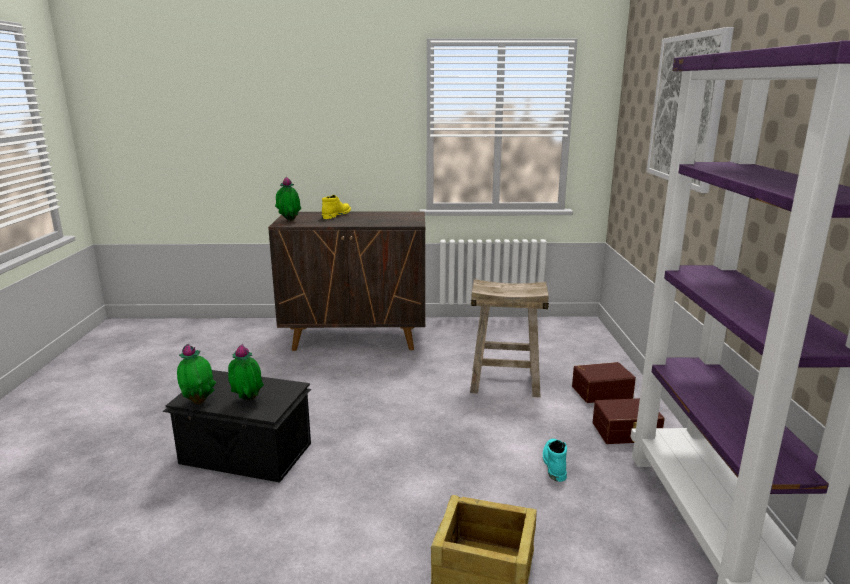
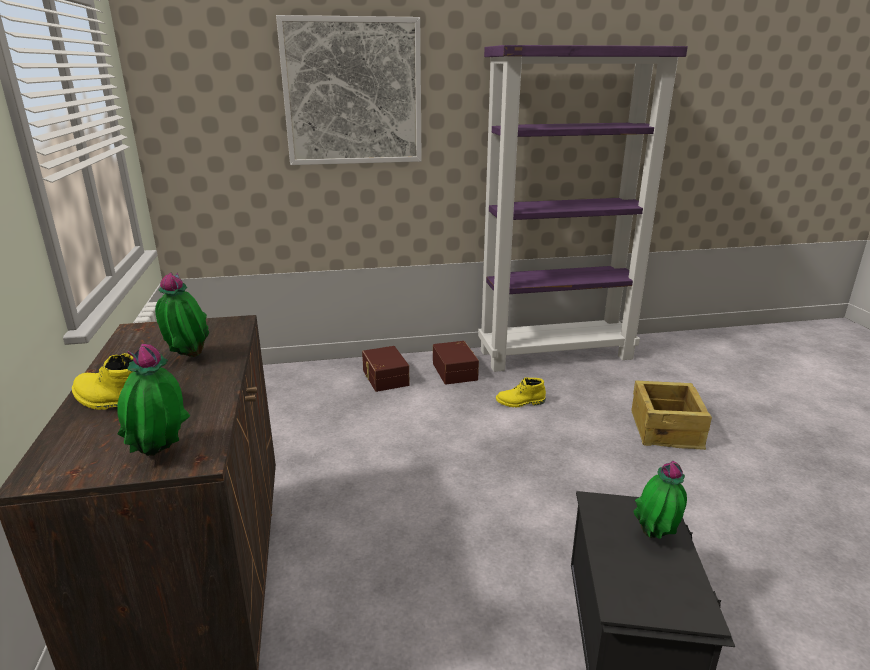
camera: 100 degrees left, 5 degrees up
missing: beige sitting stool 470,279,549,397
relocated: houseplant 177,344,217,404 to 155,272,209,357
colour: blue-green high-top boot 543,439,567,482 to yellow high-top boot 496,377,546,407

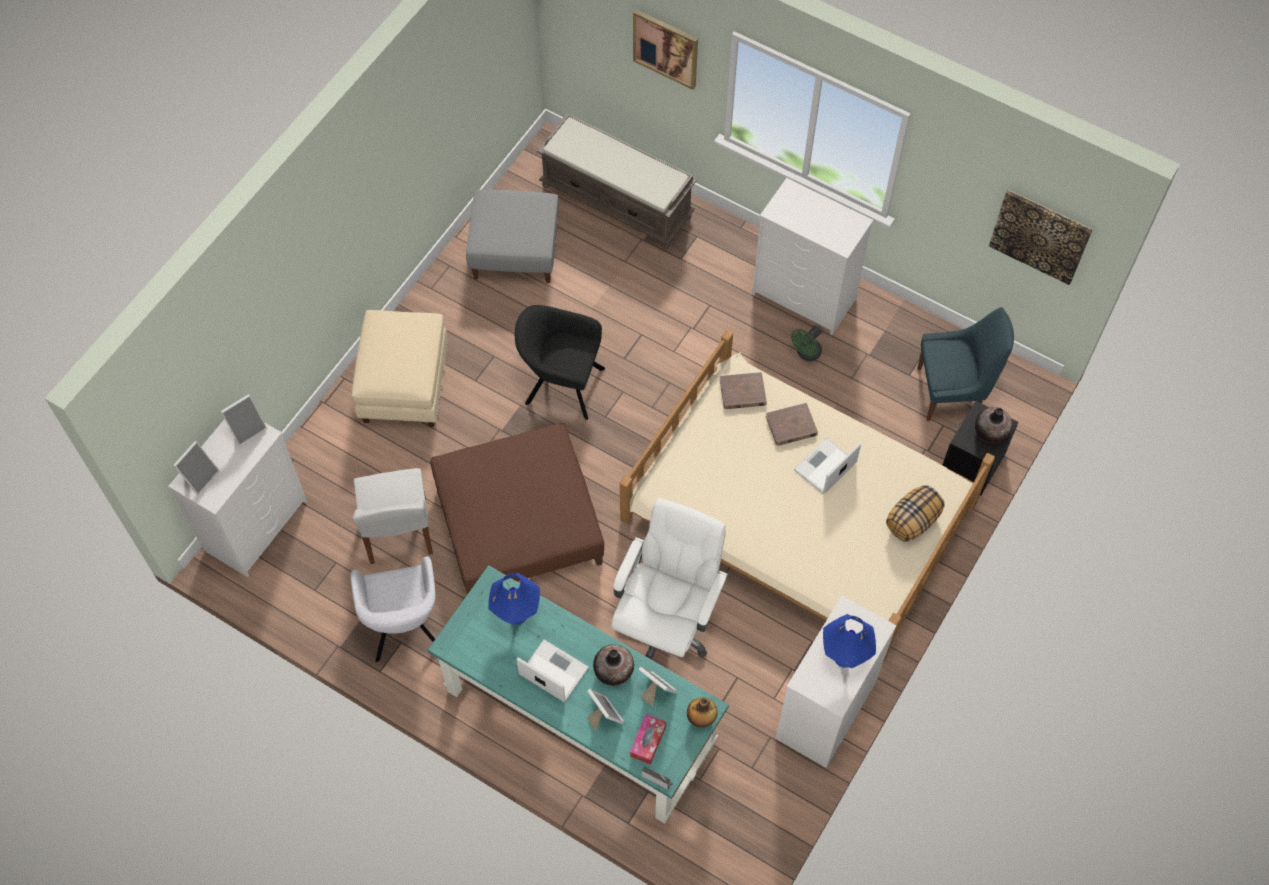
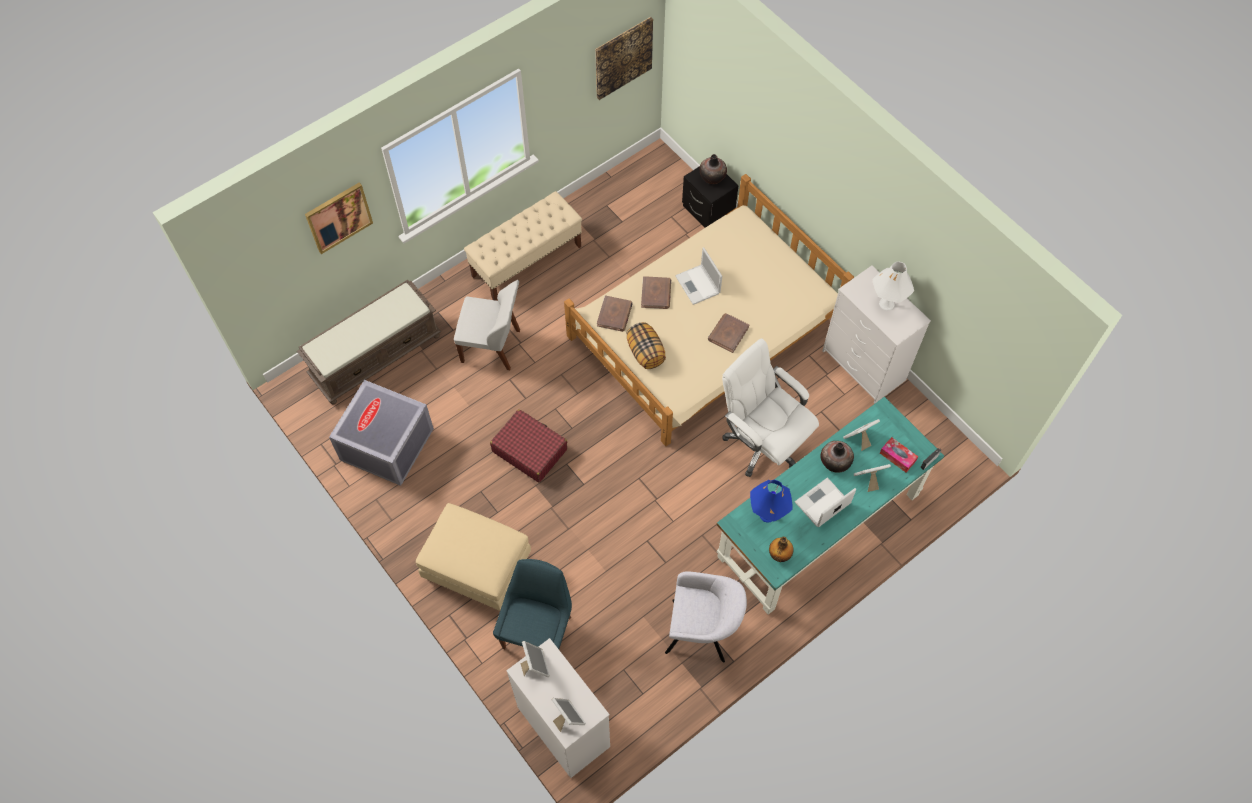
camera: 70 degrees left, 0 degrees up
missing: greenish electric fan 791,326,822,362; brown-coloured footrest 430,423,604,594
appeared: brown-coloured book 708,313,749,353
relocated: blue plain chair 917,307,1014,421 to 493,559,572,649; whitish plain chair 353,468,433,564 to 454,280,520,370; cushion 886,485,945,542 to 627,322,666,369; bottle 687,697,717,728 to 769,537,794,562
exchanged: whitish drawer chest 752,178,873,335 to beige indoor bench 464,191,582,301; gray footrest 466,190,559,283 to gray storage container 329,380,434,486; blackish armchair 515,305,605,420 to red suitcase 490,409,567,483
colour: blue tabletop lamp 823,614,876,668 to whitish tabletop lamp 872,261,914,310

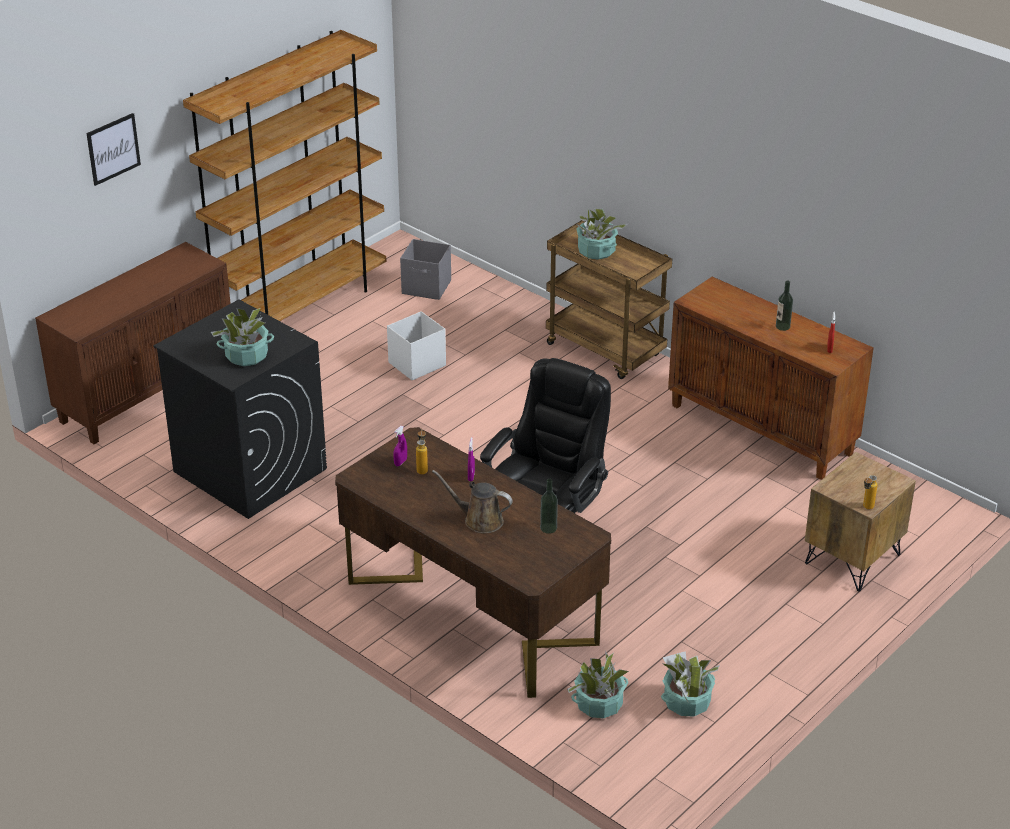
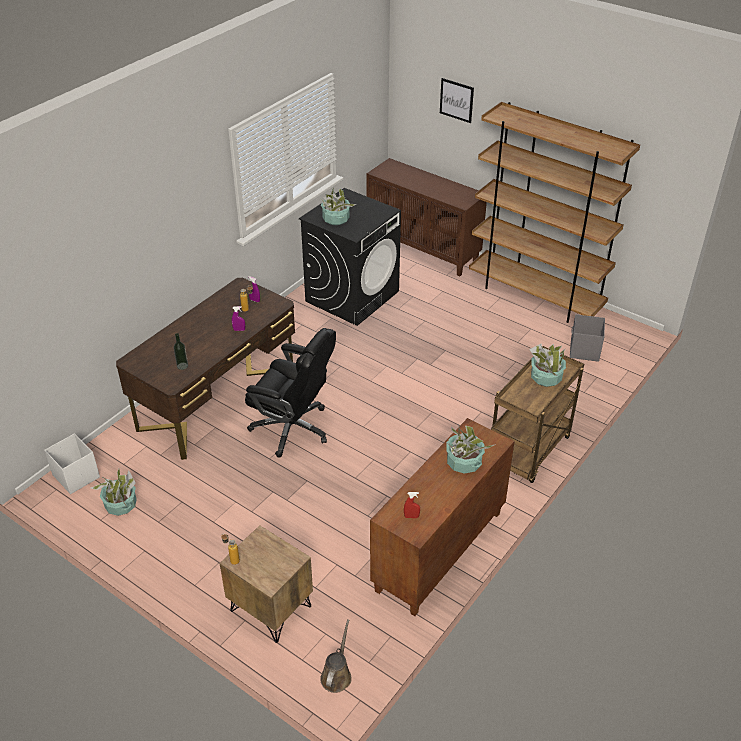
camera: 85 degrees right, 5 degrees up
missing: bottle 776,280,793,331
relocated: whitish storage container 387,311,446,380 to 44,433,100,494; brown-coloured watering pot 432,470,513,533 to 320,619,352,693; houseplant 567,650,629,718 to 445,426,496,474

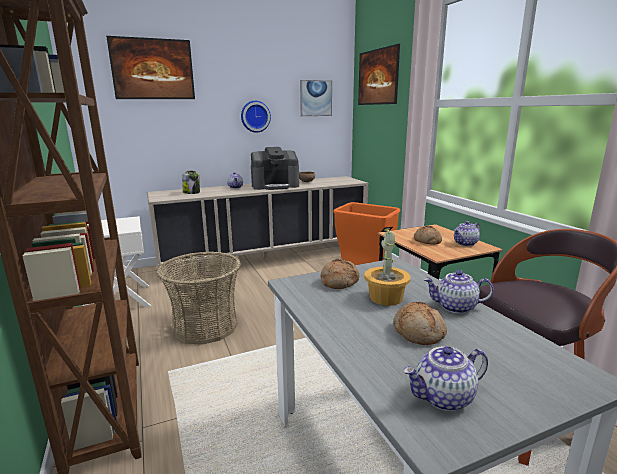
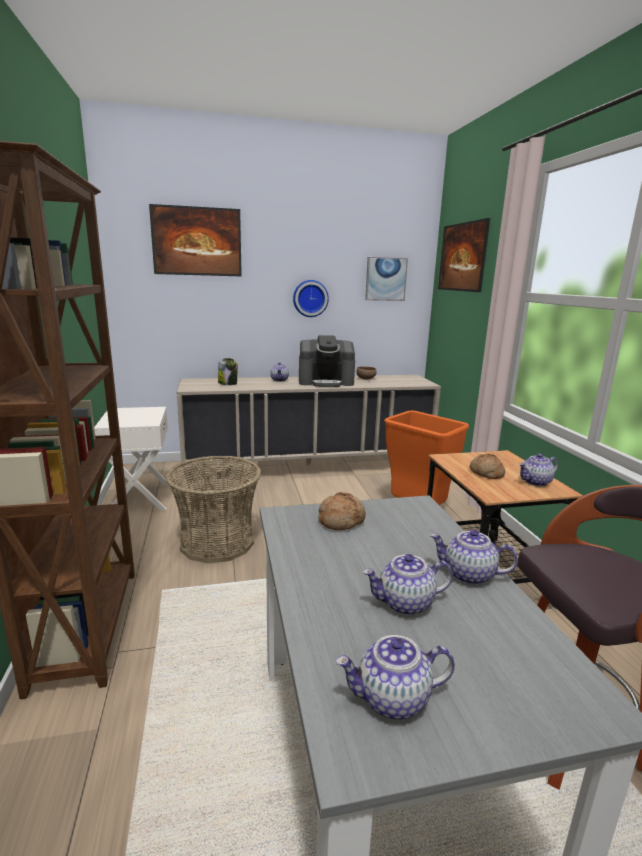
camera: 10 degrees right, 0 degrees up
missing: houseplant 364,227,411,306
exchanged: baked bread 393,302,447,345 to tea pot 363,554,453,616

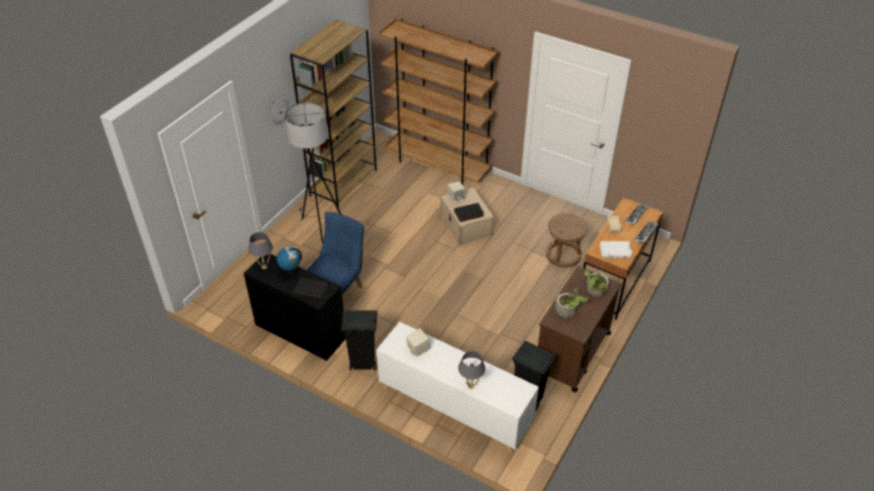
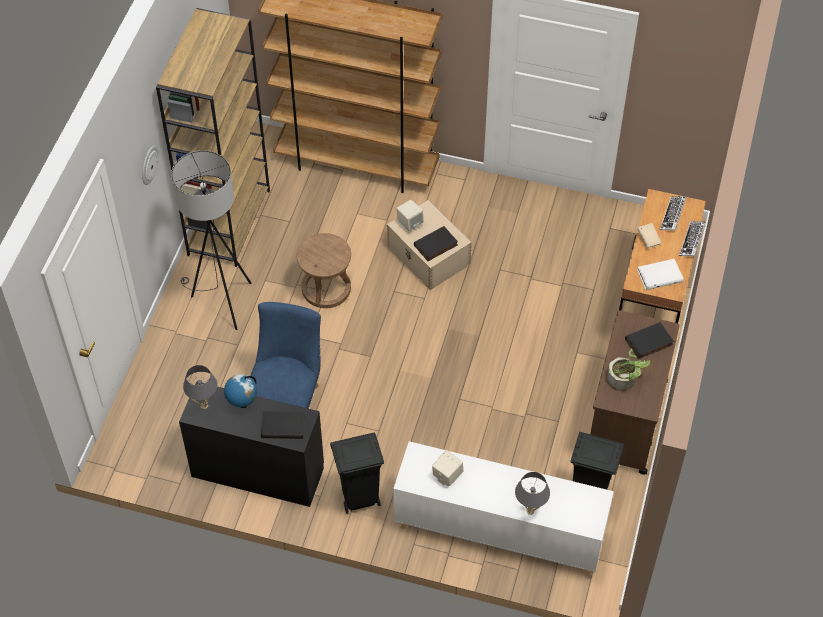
camera: 15 degrees left, 10 degrees up
relocated: brown-coloured sitting stool 546,213,588,268 to 297,233,351,308
exchanged: houseplant 584,268,609,297 to blackish book 625,322,674,359

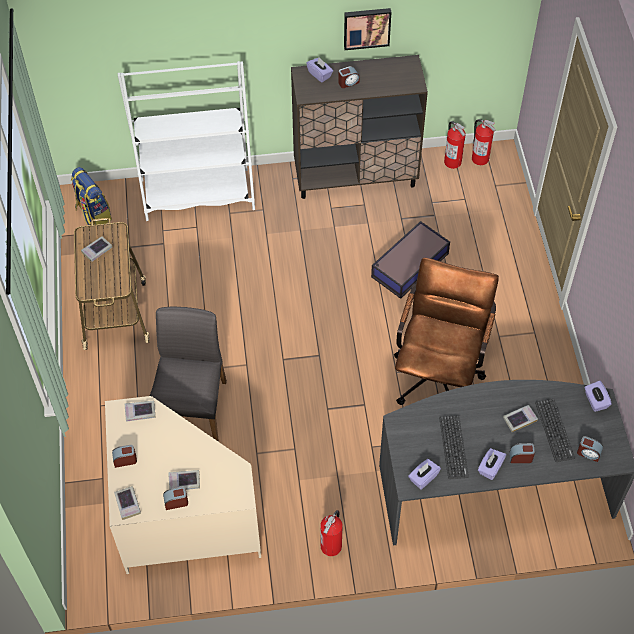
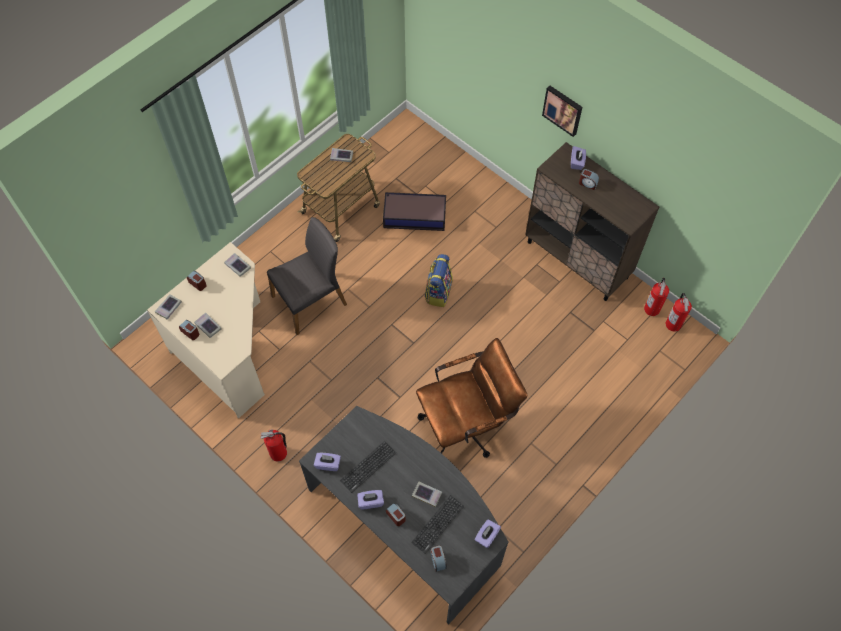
camera: 50 degrees right, 5 degrees up
missing: whitish shelving unit 118,61,255,221
relocated: wall picture 344,8,391,50 to 542,86,582,137; rucksack 71,167,112,225 to 425,254,453,307; storage container 371,221,450,299 to 383,192,446,231

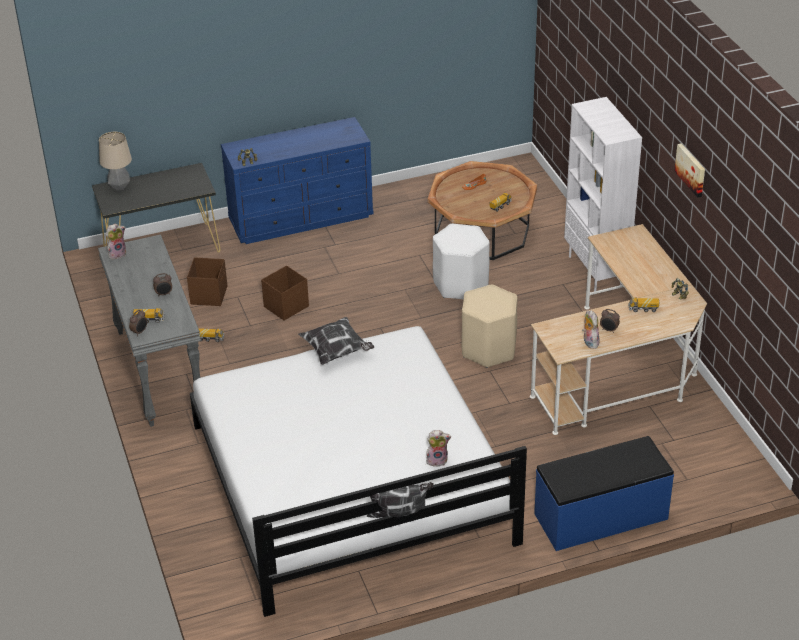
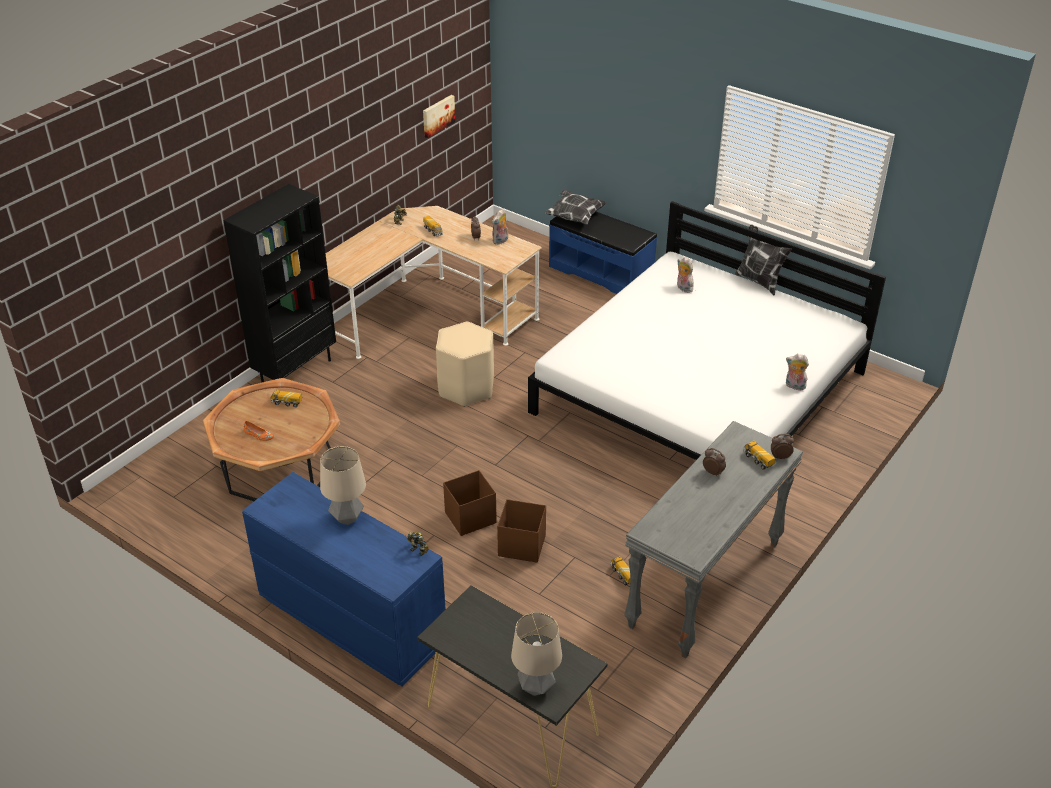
camera: 125 degrees left, 0 degrees up
missing: whitish sitting stool 433,224,490,299
appeared: tabletop lamp 320,446,366,525
relocated: wall picture 674,143,705,198 to 423,95,455,138; plush toy 106,224,126,259 to 786,354,809,390; brown-coloured storage container 187,257,227,306 to 443,470,497,536; cushion 298,317,374,365 to 544,190,607,224
colour: whitish shelving unit 564,97,642,291 to blackish shelving unit 224,184,336,382

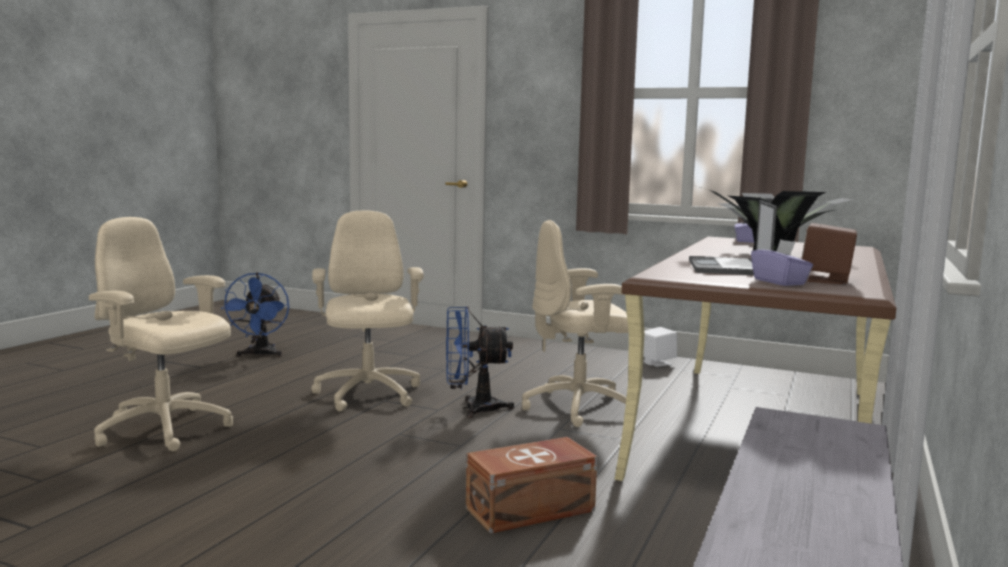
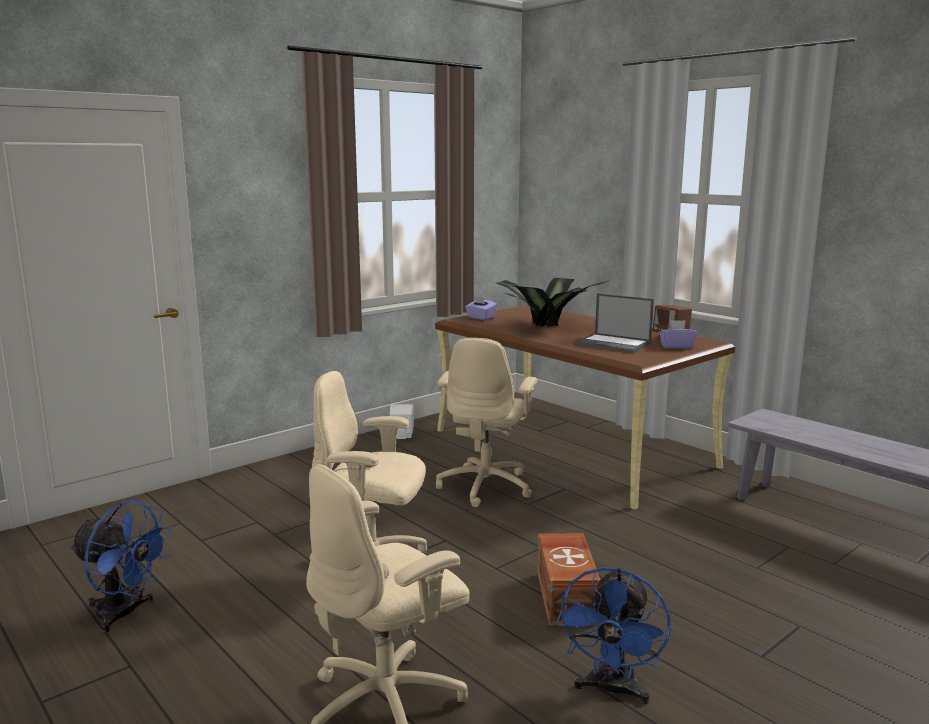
camera: 65 degrees left, 5 degrees up
relocated: blue electric fan 446,306,514,418 to 556,567,671,704; brown-coloured storage container 466,437,597,534 to 538,533,600,626

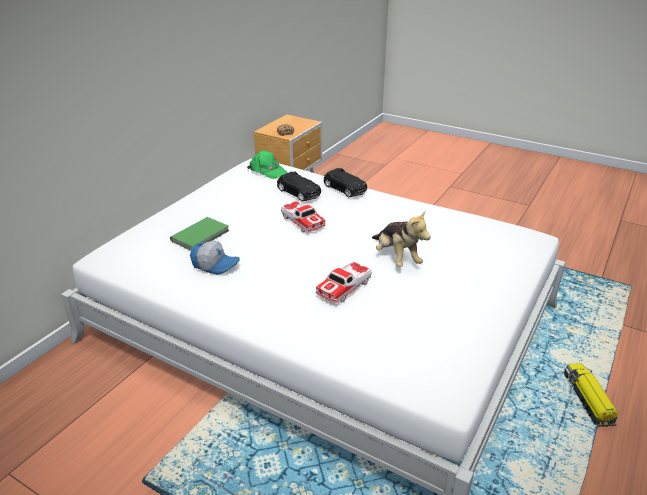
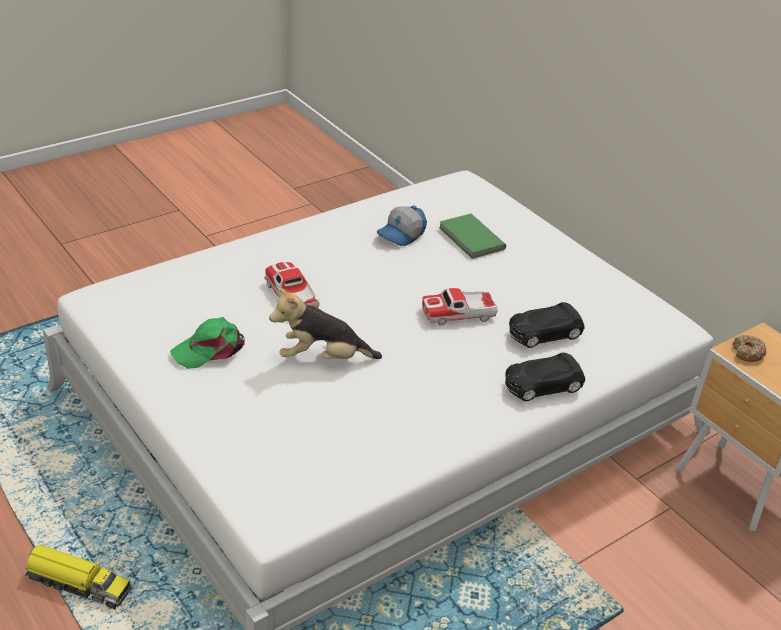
camera: 110 degrees right, 5 degrees up
relocated: greenish cap 247,151,288,179 to 170,317,245,369

